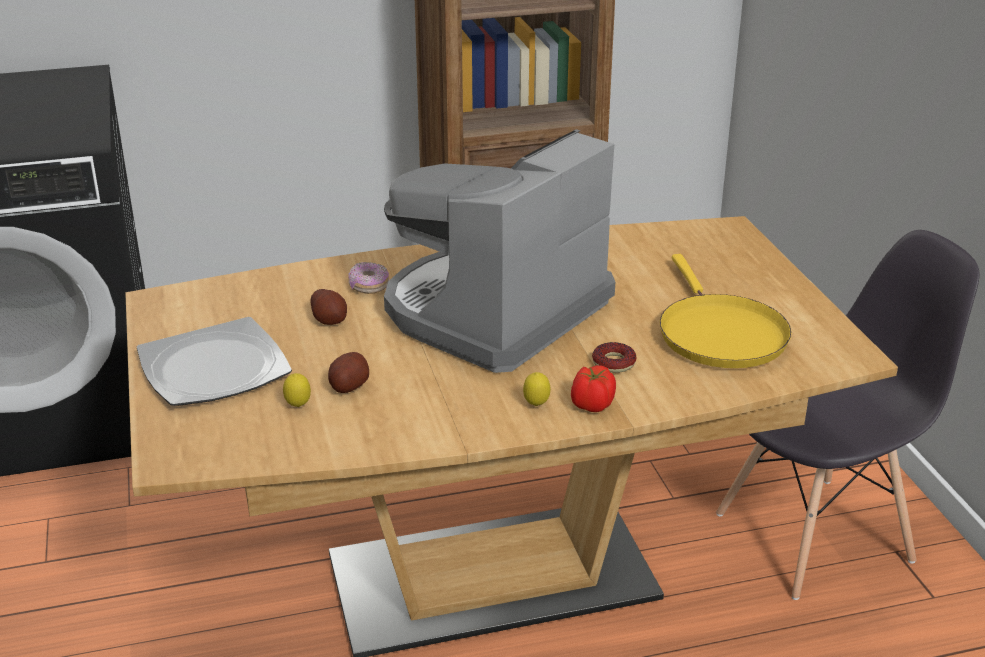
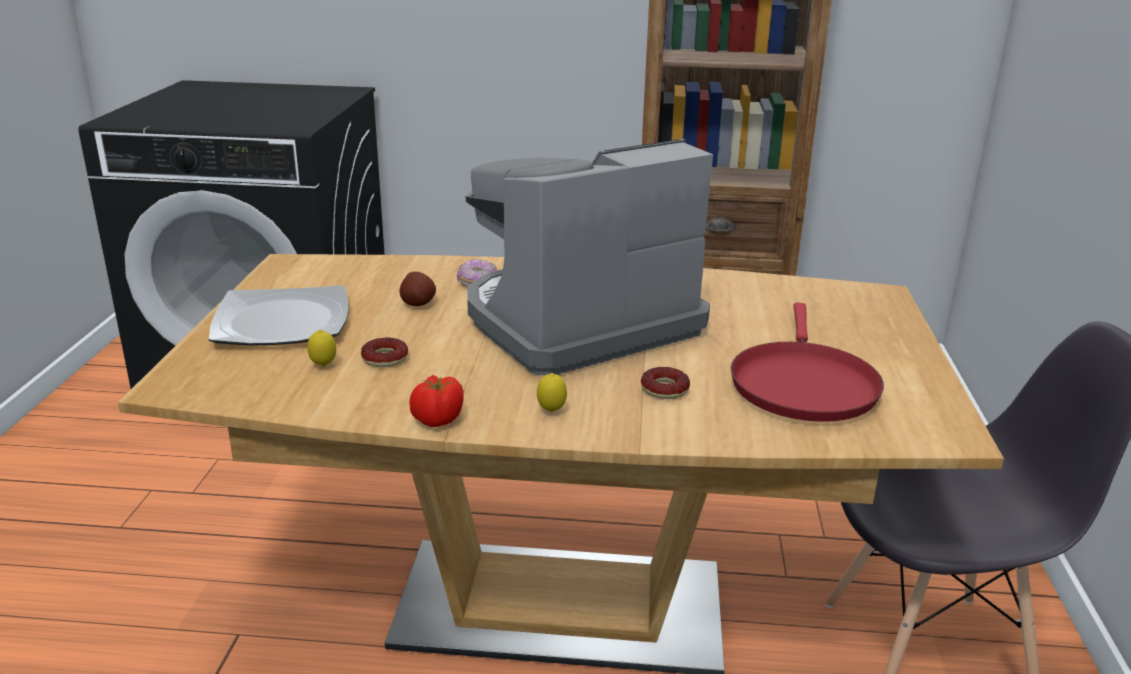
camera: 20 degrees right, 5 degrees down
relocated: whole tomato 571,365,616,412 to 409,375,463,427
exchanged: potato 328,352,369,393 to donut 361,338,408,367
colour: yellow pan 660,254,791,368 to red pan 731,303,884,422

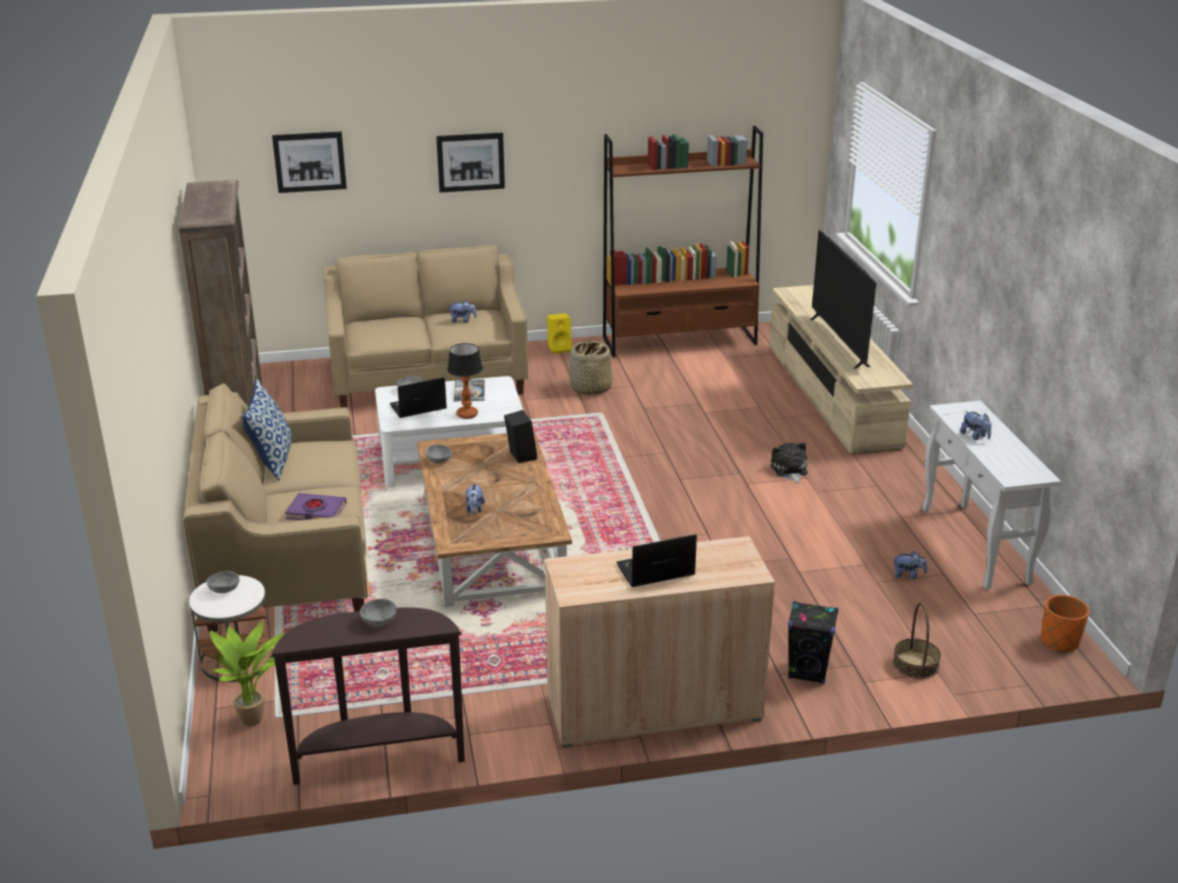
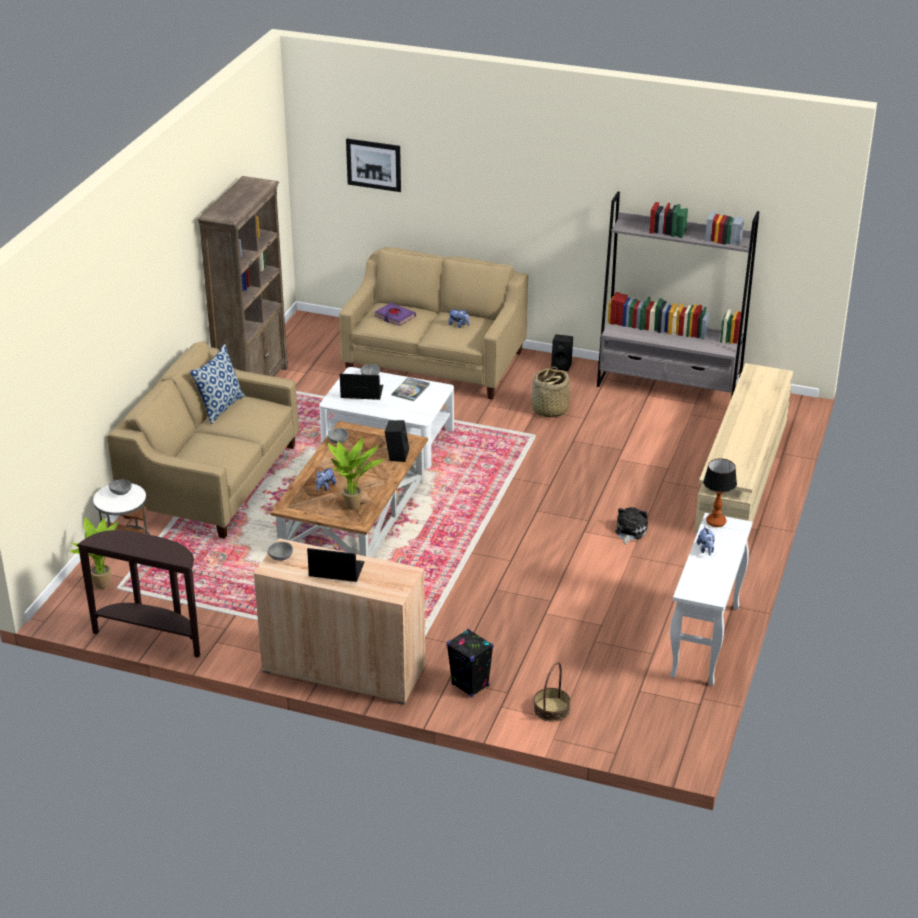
camera: 30 degrees right, 5 degrees up
missing: wall picture 436,132,505,193; TV 810,230,876,369; plush toy 894,551,927,579; orange flower pot 1041,595,1089,653
appeared: houseplant 328,437,384,510
relocated: tabletop lamp 447,343,483,419 to 703,459,737,527; purplish book 285,493,347,520 to 375,303,416,326; gray deep dish 360,599,397,626 to 268,542,293,561
colour: brown-coloured shelving unit 603,126,763,357 to gray shelving unit 597,192,759,398; yellow loudspeaker 547,313,572,354 to blackish loudspeaker 551,334,573,371

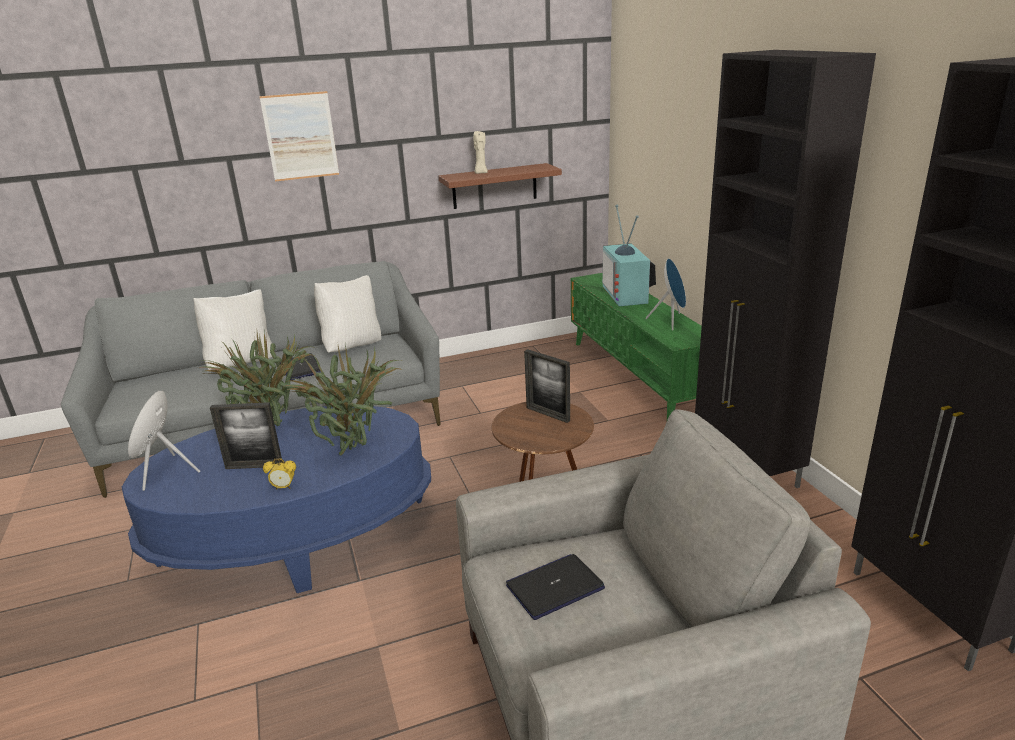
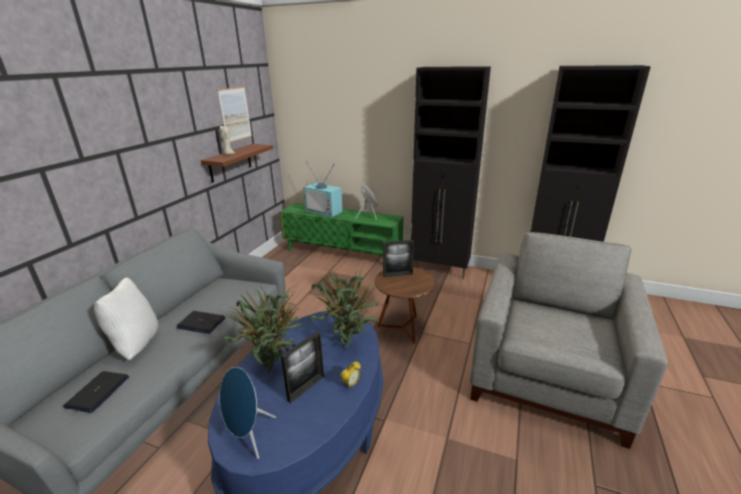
camera: 50 degrees left, 0 degrees up
missing: whitish cushion 314,275,381,353
relocated: wall picture 259,91,339,181 to 218,86,252,143; laptop 506,554,605,620 to 63,371,129,413

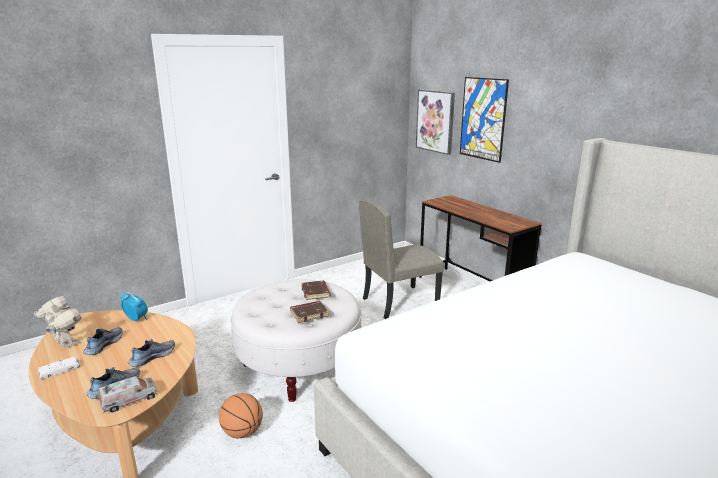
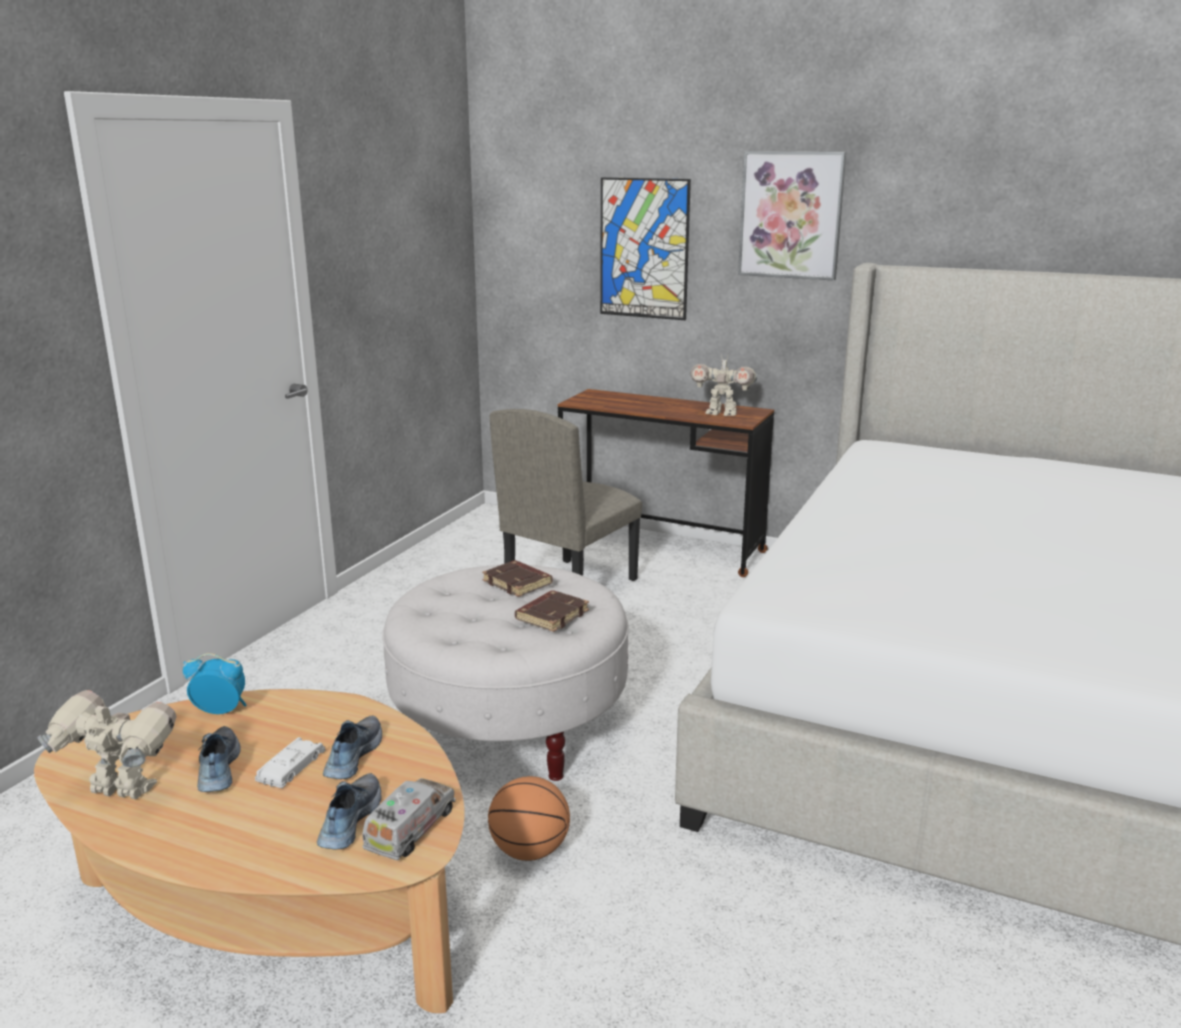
camera: 30 degrees left, 0 degrees up
appeared: robot figure 690,356,758,416
relocated: wall picture 416,89,455,155 to 738,151,846,281; whitish miniature car 38,357,80,380 to 254,737,326,788

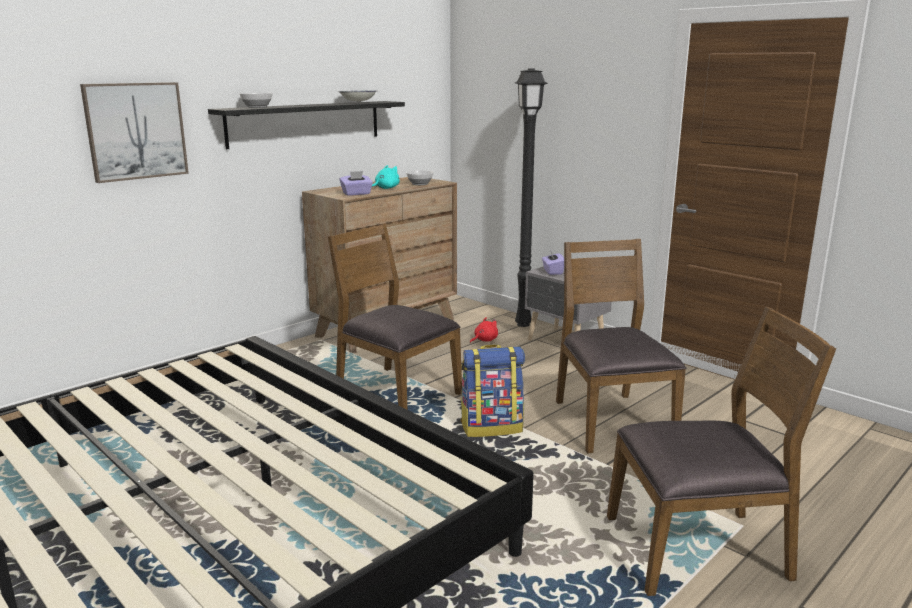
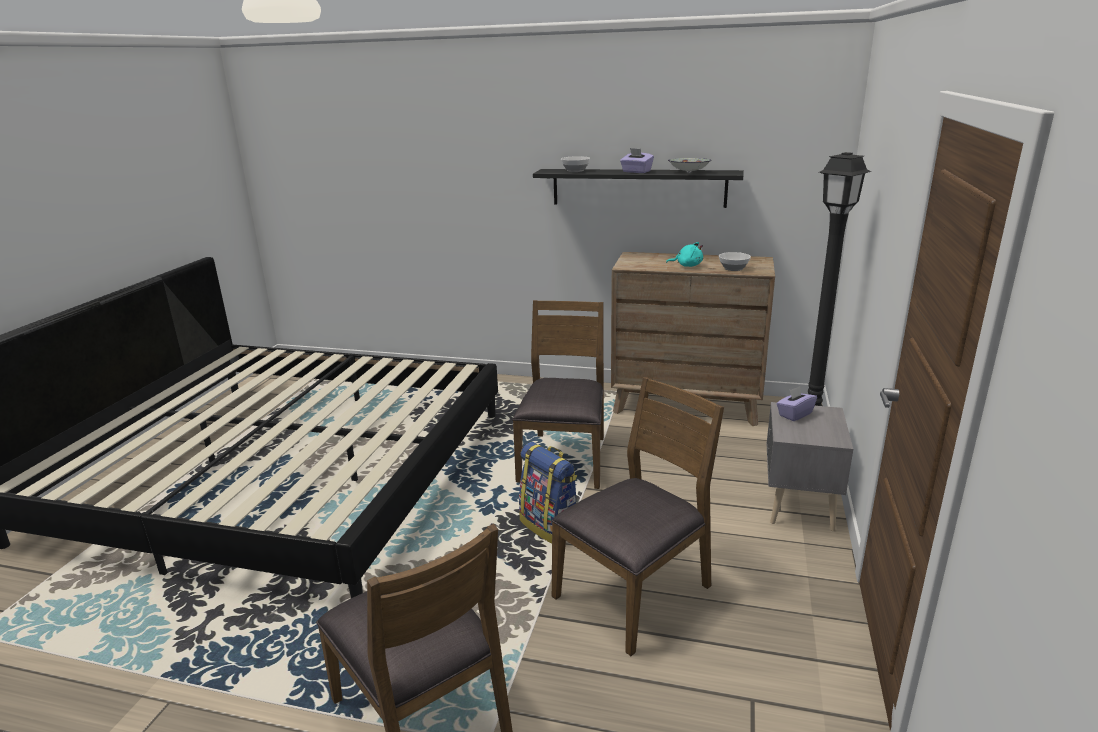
camera: 60 degrees right, 5 degrees up
missing: wall picture 80,82,189,183; red plush toy 470,317,498,343
relocated: purplish tissue holder 340,171,373,196 to 620,148,654,173

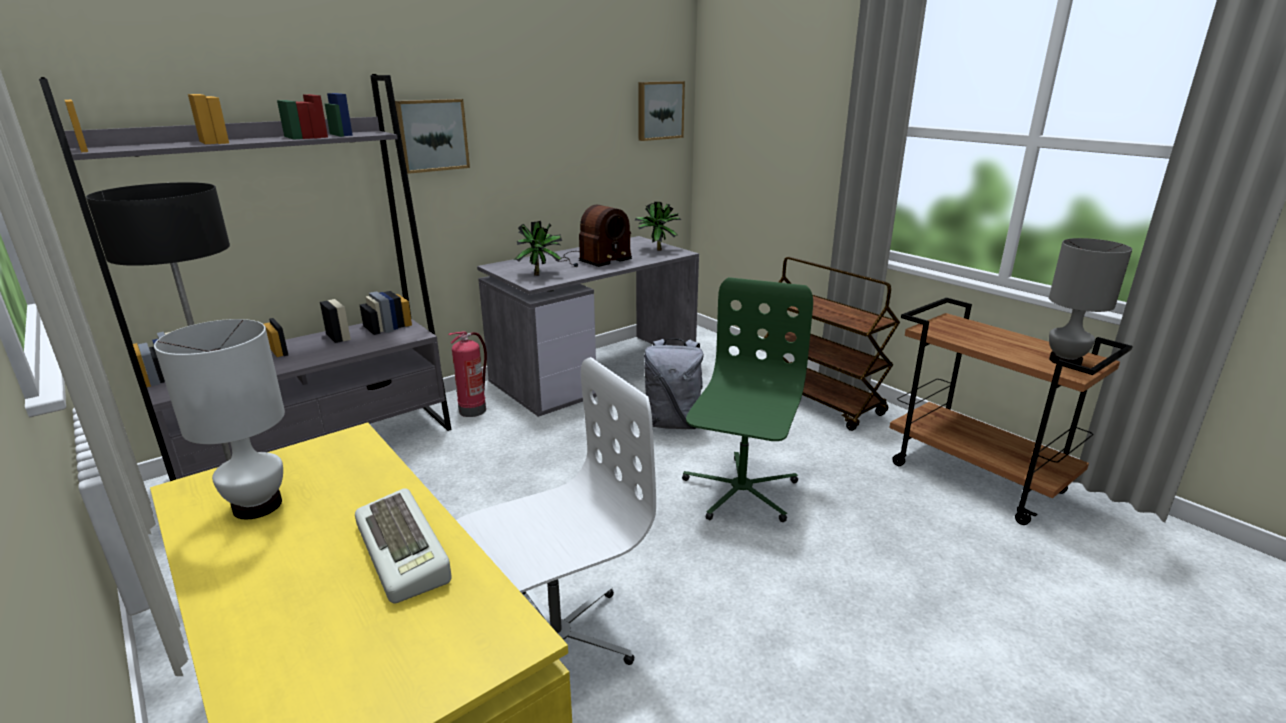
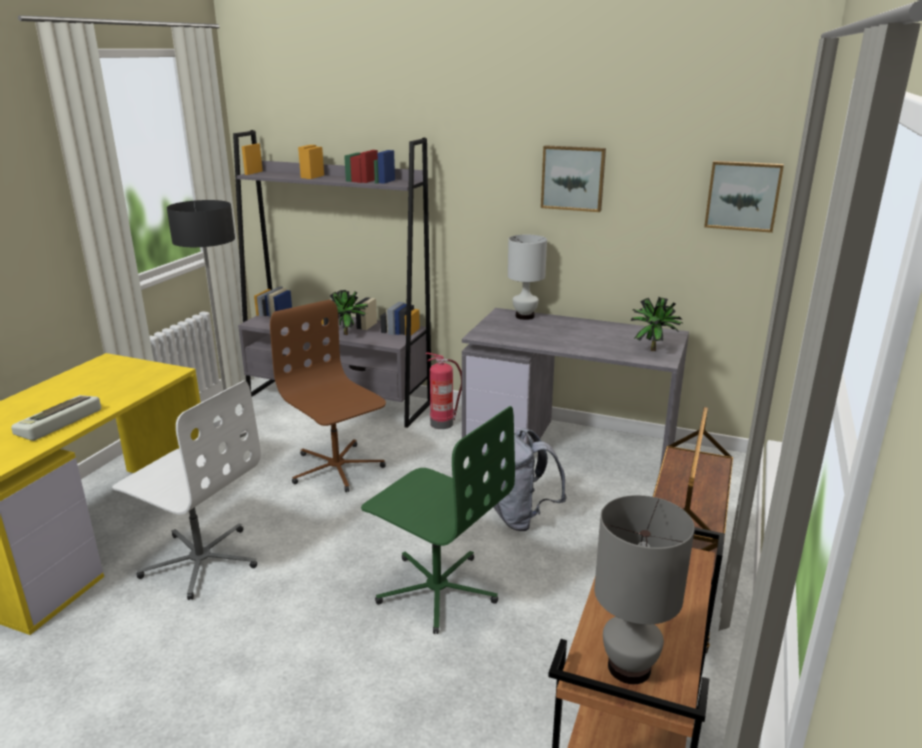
camera: 60 degrees right, 0 degrees up
missing: radio 559,205,632,267
appeared: brown-coloured office chair 270,300,386,492
relocated: wall picture 395,99,470,174 to 541,145,606,212; houseplant 514,221,562,276 to 330,290,368,335; whitish tabletop lamp 154,319,285,520 to 508,234,547,320
spun: greenish office chair 682,277,813,522 = 361,406,515,634 45 degrees clockwise

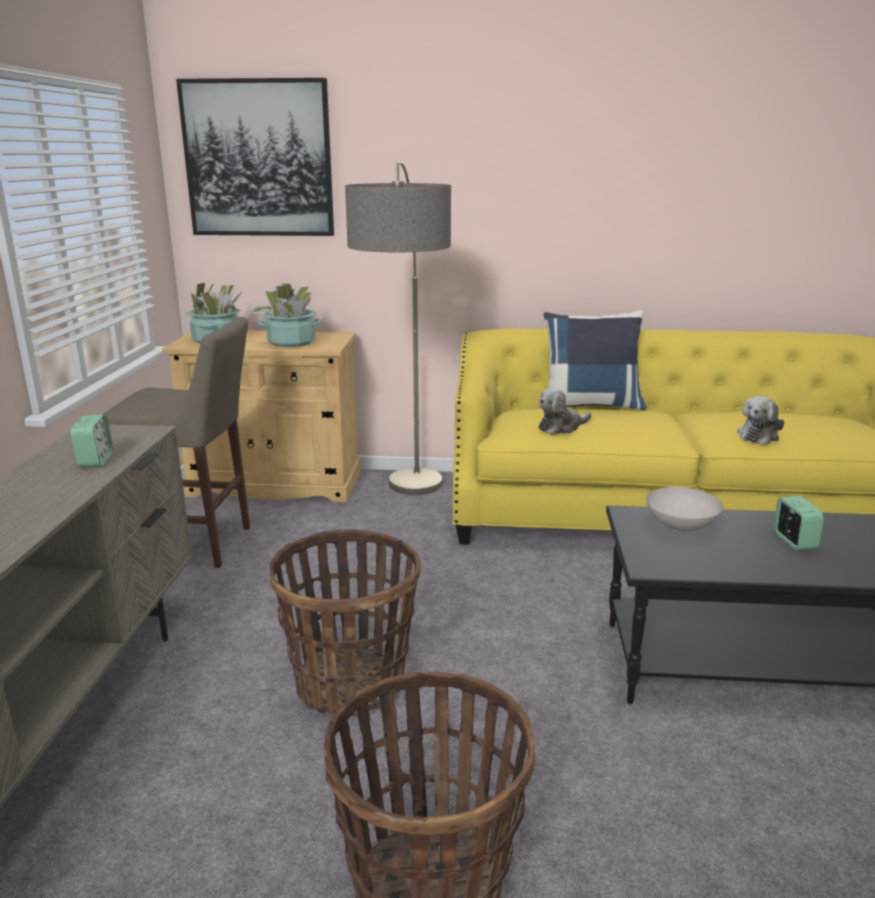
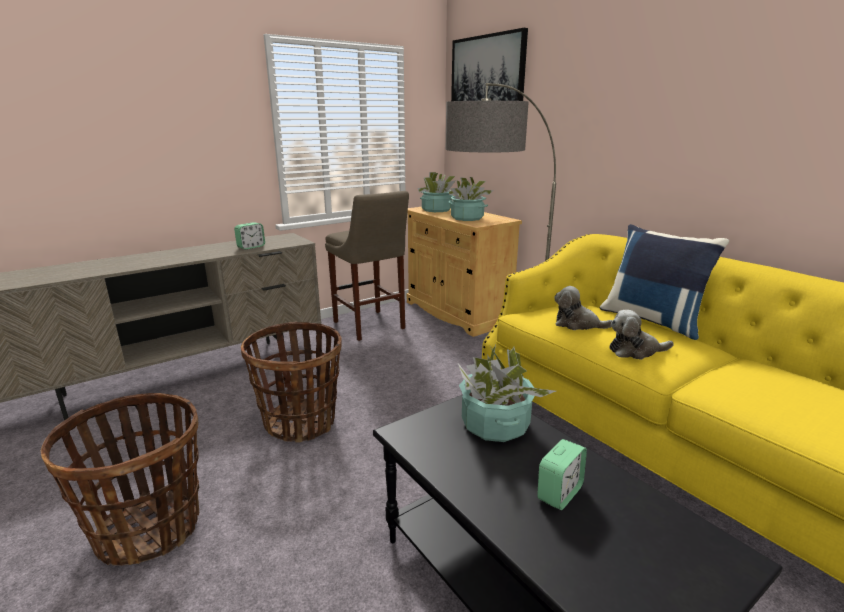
camera: 50 degrees right, 0 degrees up
relocated: plush toy 737,396,784,445 to 609,310,674,360
exchanged: whitish deep dish 646,487,723,532 to houseplant 458,345,556,442

